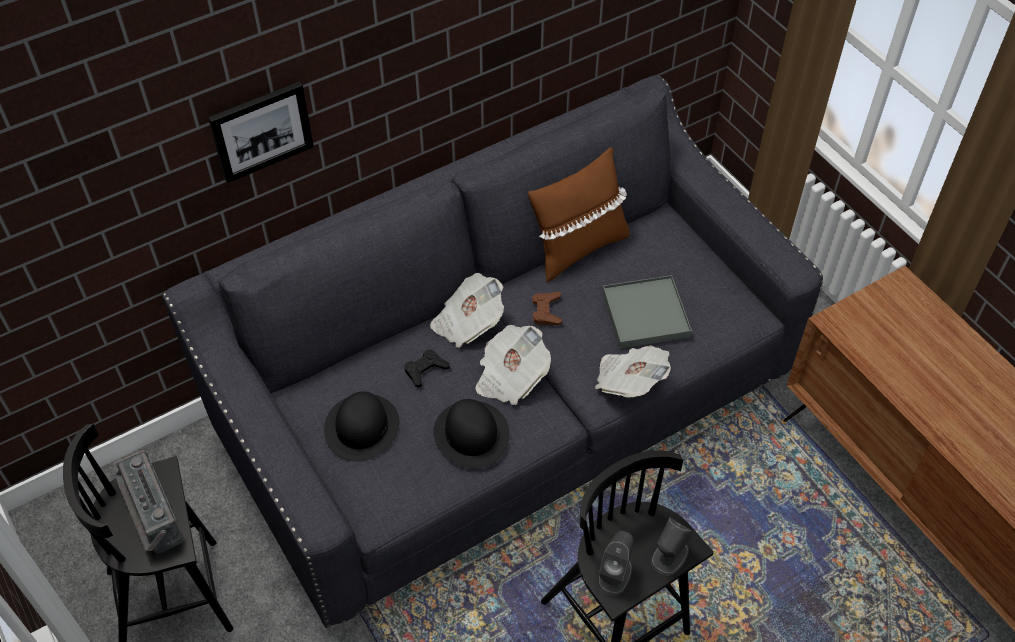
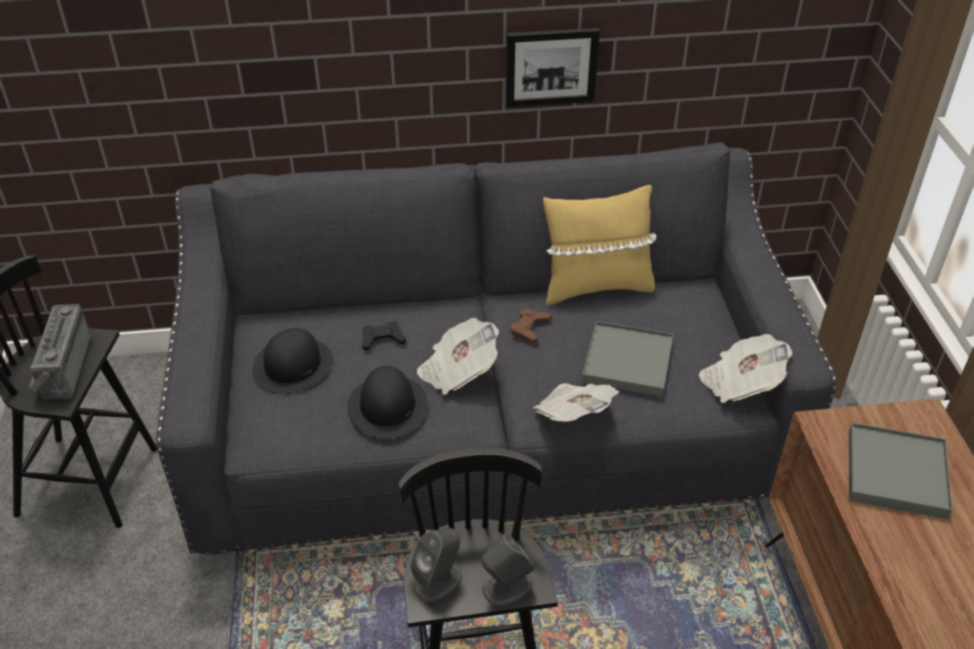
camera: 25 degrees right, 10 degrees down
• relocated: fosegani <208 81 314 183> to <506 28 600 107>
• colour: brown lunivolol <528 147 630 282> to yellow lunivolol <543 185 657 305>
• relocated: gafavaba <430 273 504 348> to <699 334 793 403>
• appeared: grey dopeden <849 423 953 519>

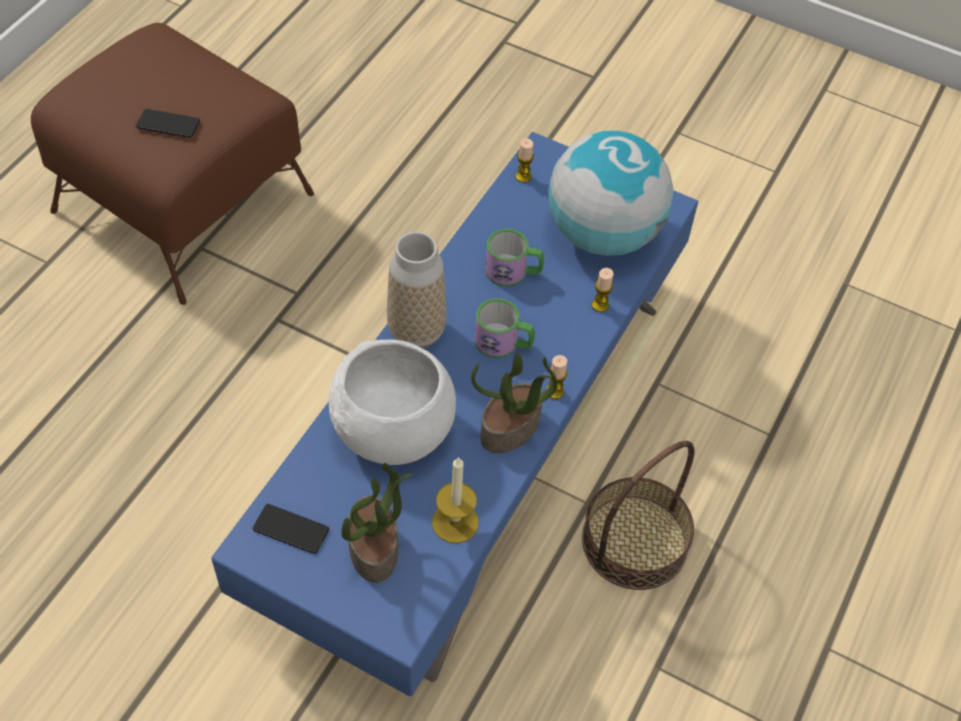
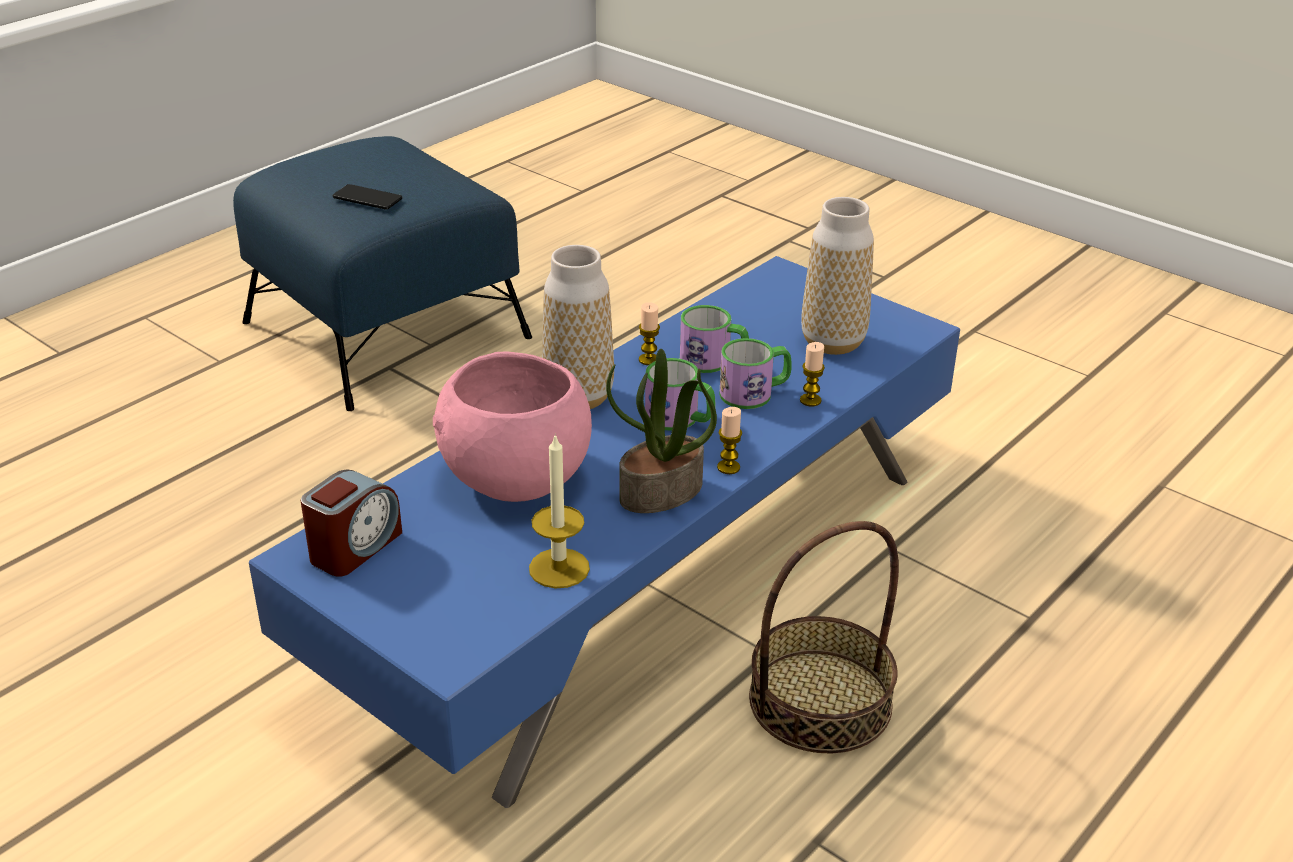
camera: 15 degrees right, 20 degrees down
• colour: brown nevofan <31 23 314 305> to blue nevofan <233 136 532 411>
• exchanged: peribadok <548 130 674 256> to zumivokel <801 197 874 355>
• relocated: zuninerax <516 138 534 183> to <639 302 660 365>
• colour: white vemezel <329 339 456 465> to pink vemezel <433 351 592 502>
• missing: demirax <341 463 412 583>
• exchanged: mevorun <253 504 329 554> to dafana <300 469 402 577>
• appeared: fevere <719 338 792 409>

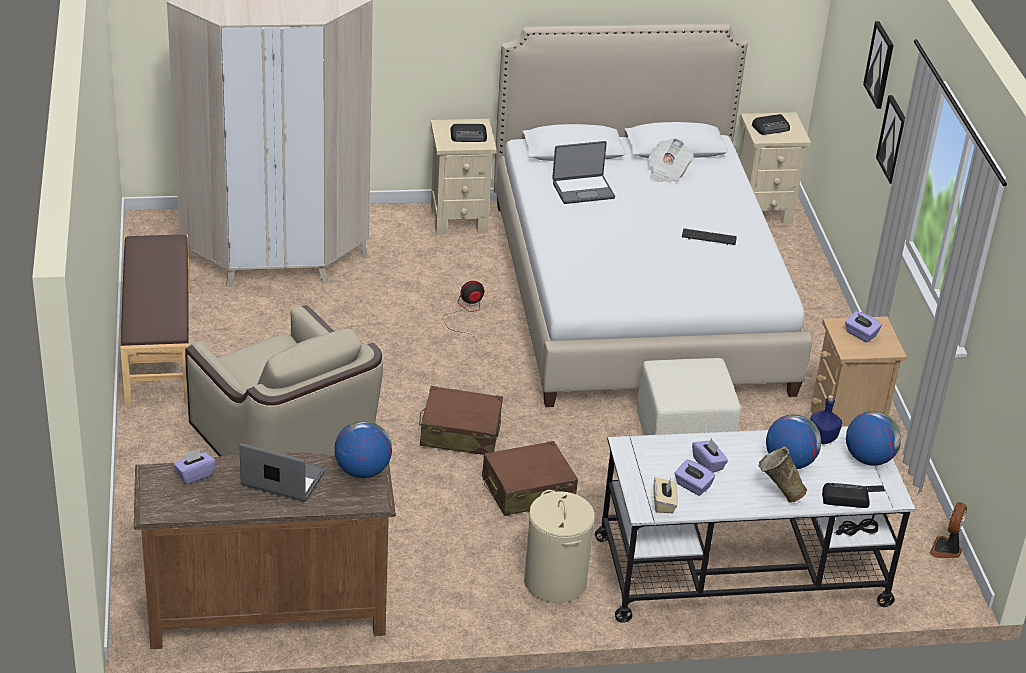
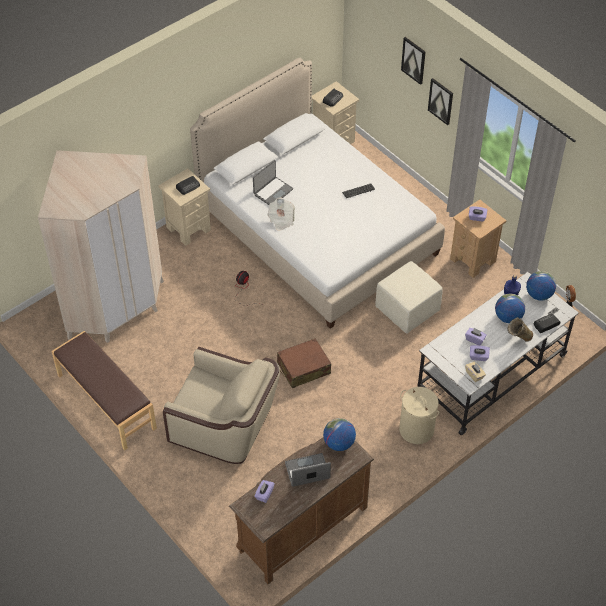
camera: 30 degrees left, 15 degrees up
• relocated: gafavaba <648 138 694 182> to <267 198 295 231>
• missing: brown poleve <482 441 578 516>

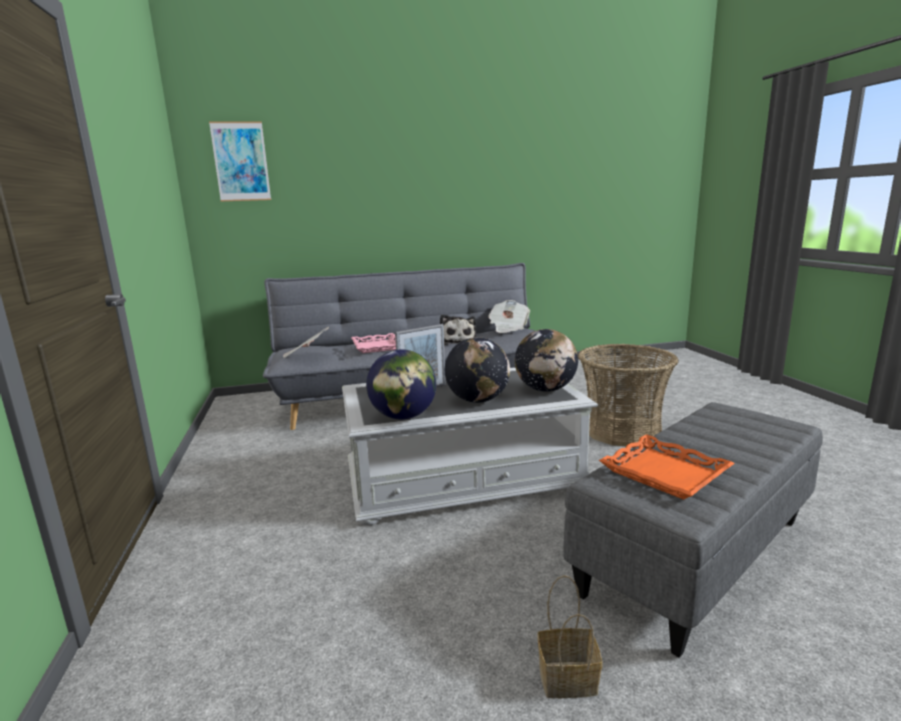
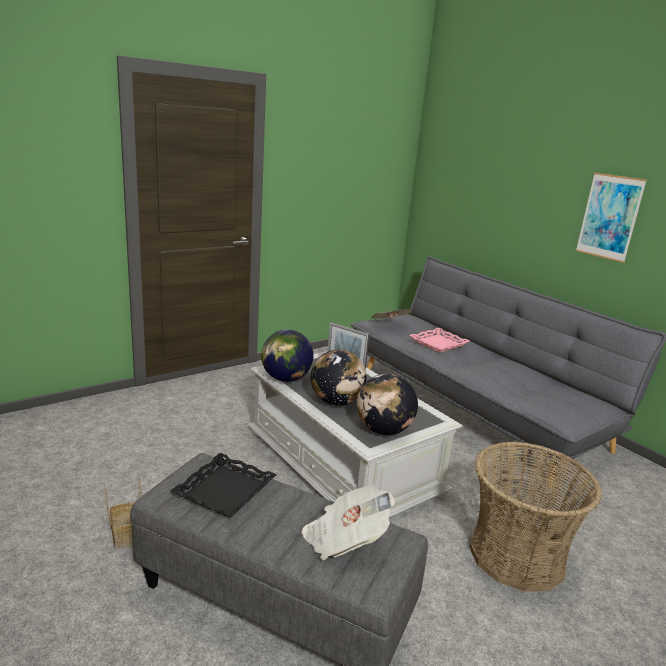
camera: 65 degrees right, 5 degrees up
• relocated: fosegani <209 122 271 202> to <576 173 647 263>
• relocated: gafavaba <488 300 530 333> to <301 485 395 560>
• missing: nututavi <440 314 477 345>
• colour: orange dopeden <599 434 735 500> to black dopeden <170 453 277 518>

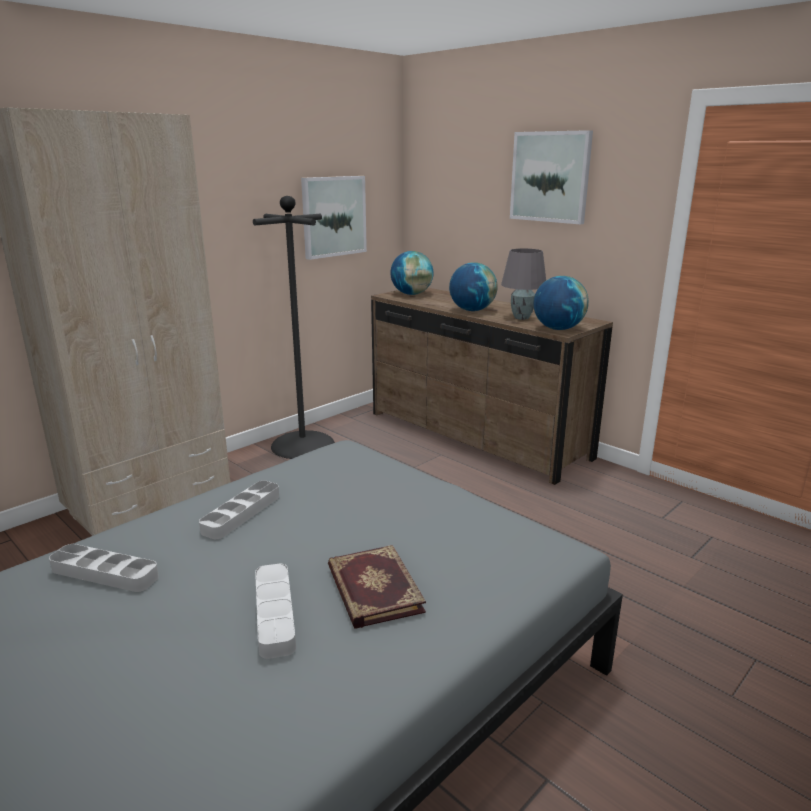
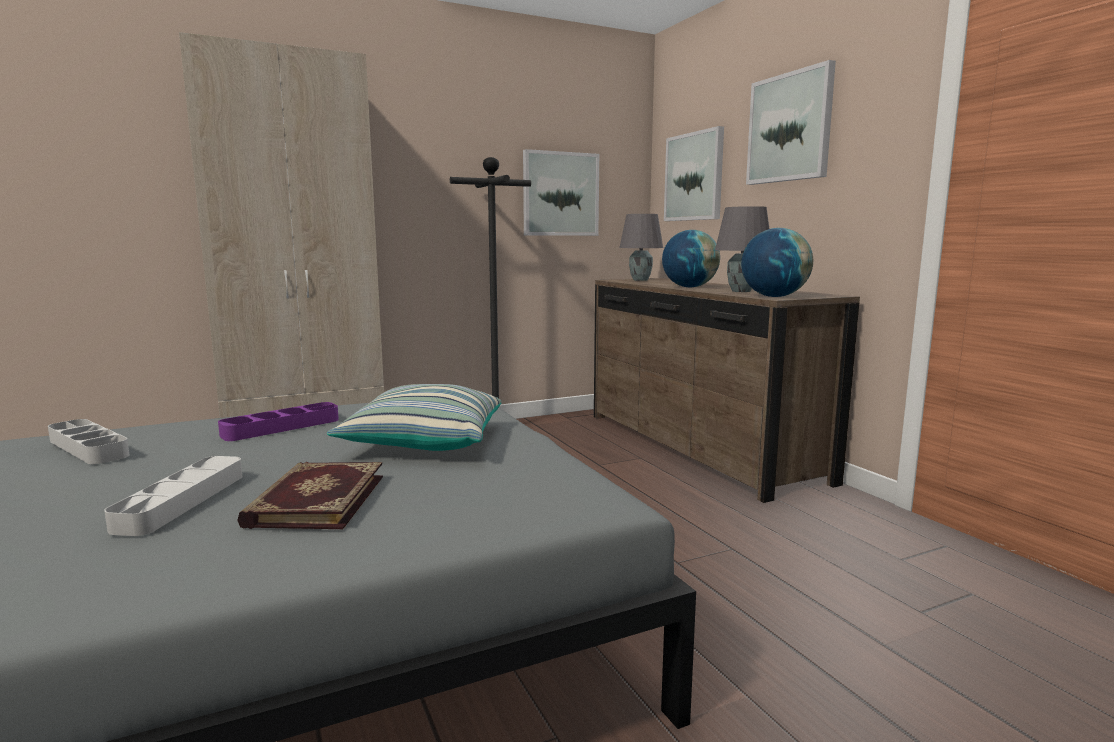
camera: 20 degrees right, 10 degrees down
• exchanged: peribadok <390 251 433 295> to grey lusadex <619 214 663 281>
• colour: grey dopeden <199 481 279 539> to purple dopeden <218 402 339 441>
• appeared: fosegani <664 126 724 221>
• appeared: lunivolol <327 384 501 451>

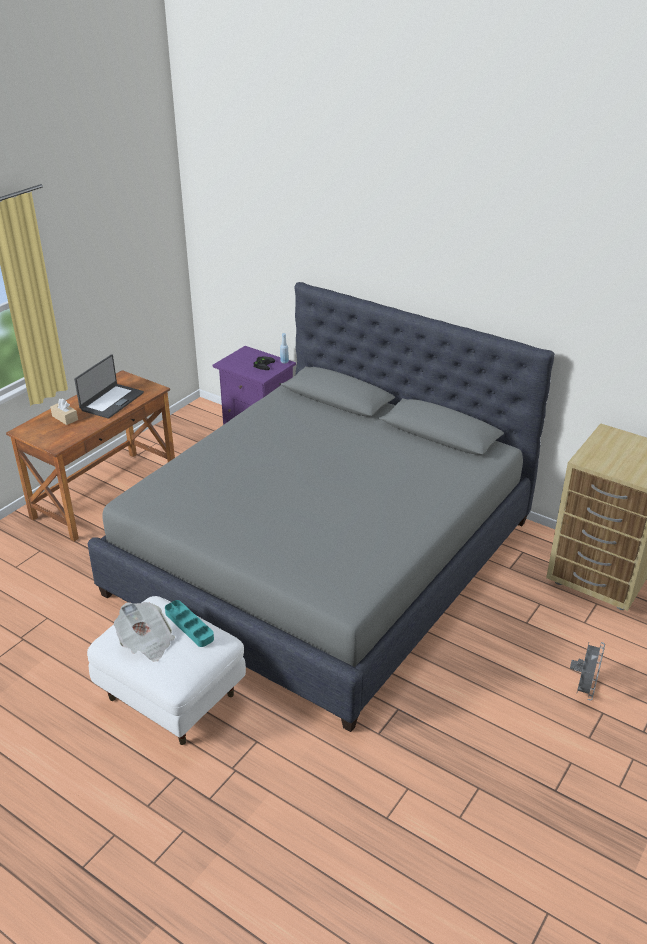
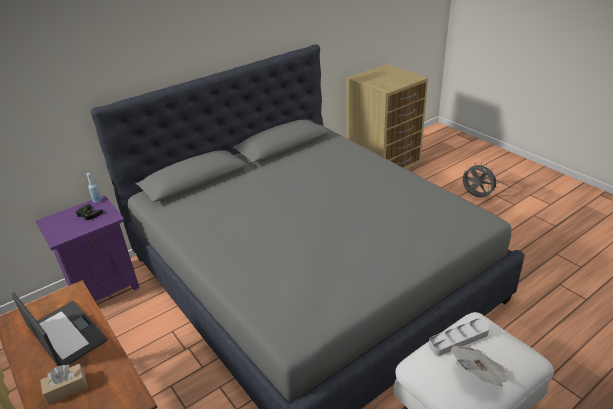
camera: 70 degrees left, 0 degrees up
• colour: turquoise dopeden <165 600 214 647> to grey dopeden <428 319 490 356>

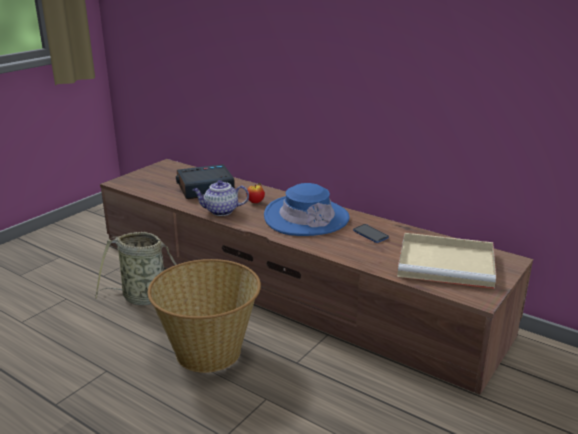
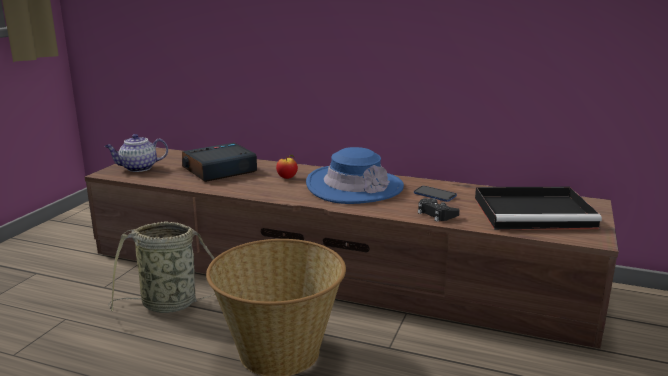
camera: 15 degrees left, 5 degrees down
• relocated: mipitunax <192 180 249 216> to <105 134 168 172>
• colour: beige dopeden <397 233 496 289> to black dopeden <475 187 602 230>
• appeared: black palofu <418 198 459 222>

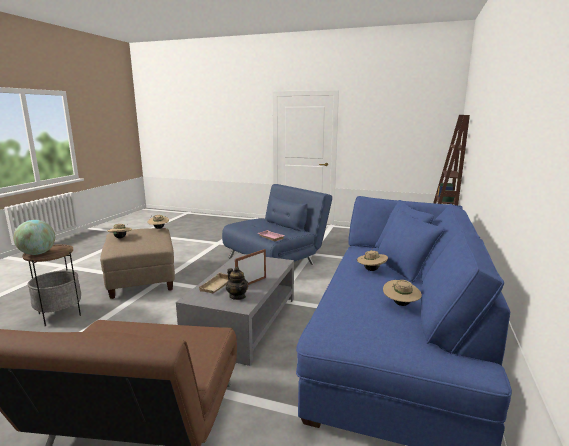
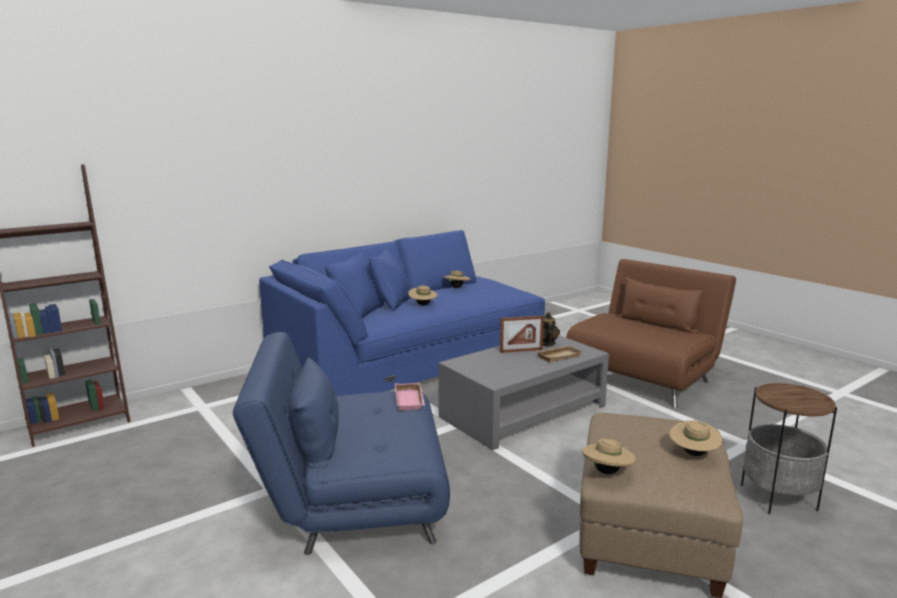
camera: 145 degrees left, 0 degrees up
• missing: peribadok <13 220 55 255>

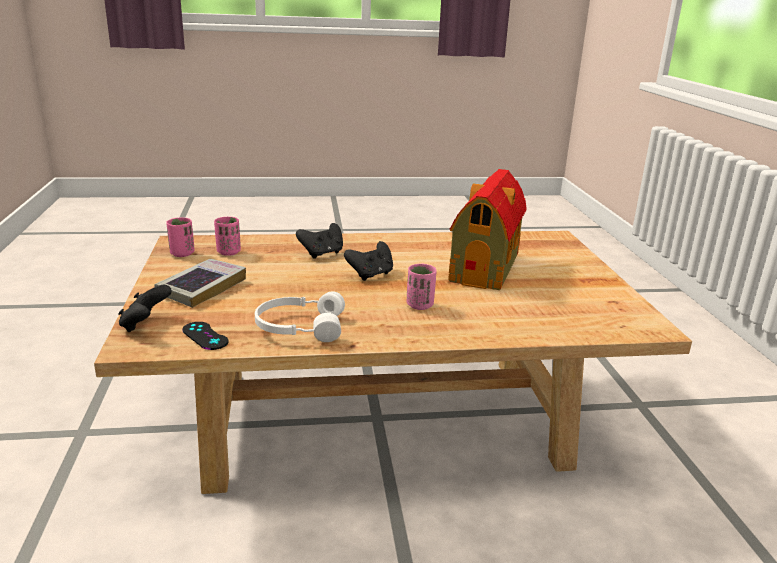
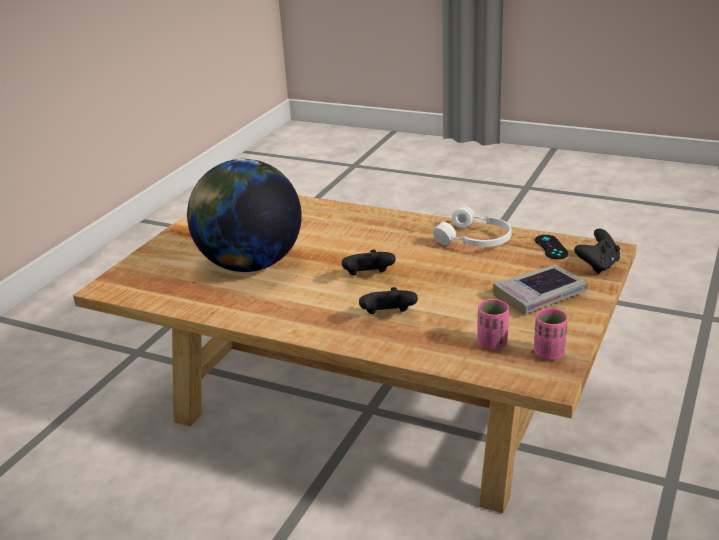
camera: 145 degrees left, 5 degrees up
• exchanged: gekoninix <448 169 527 290> to peribadok <187 159 302 272>
• missing: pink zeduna <407 264 436 310>

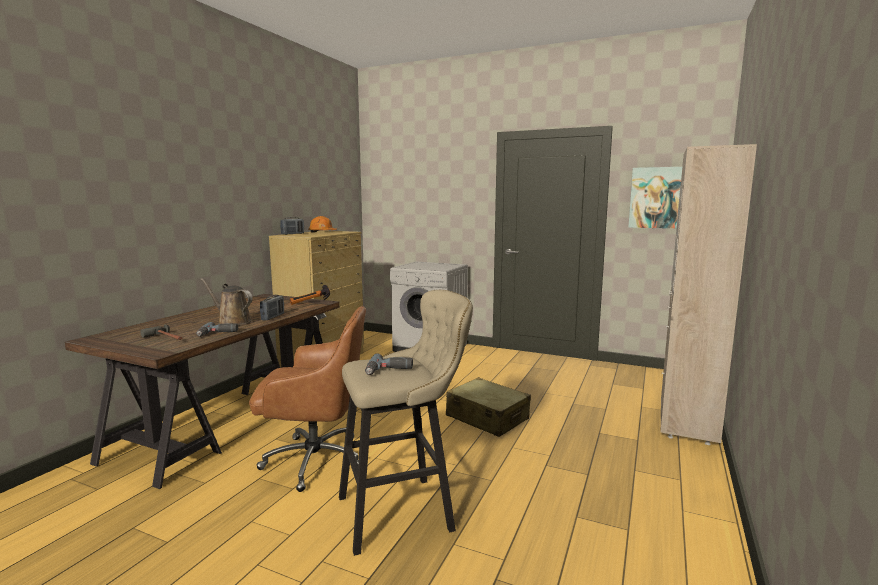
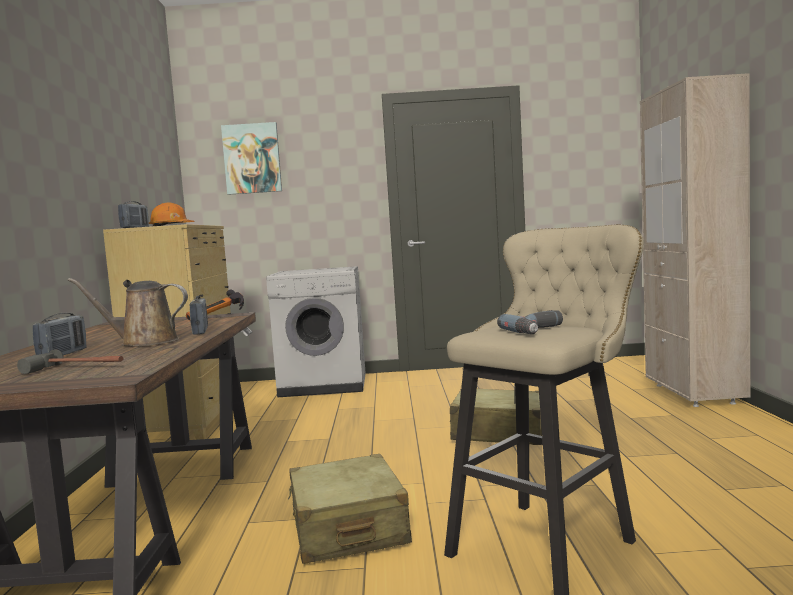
camera: 25 degrees left, 5 degrees down
• relocated: fosegani <628 167 682 229> to <221 122 282 195>
• exchanged: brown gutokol <249 306 366 492> to beige poleve <288 454 412 564>
• missing: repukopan <196 322 238 337>
• appeared: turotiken <32 313 87 355>

